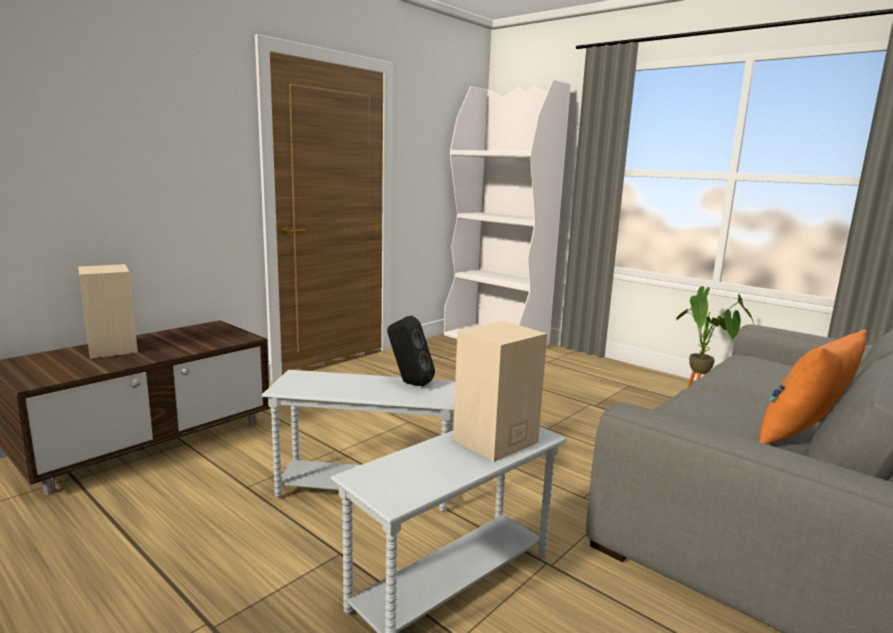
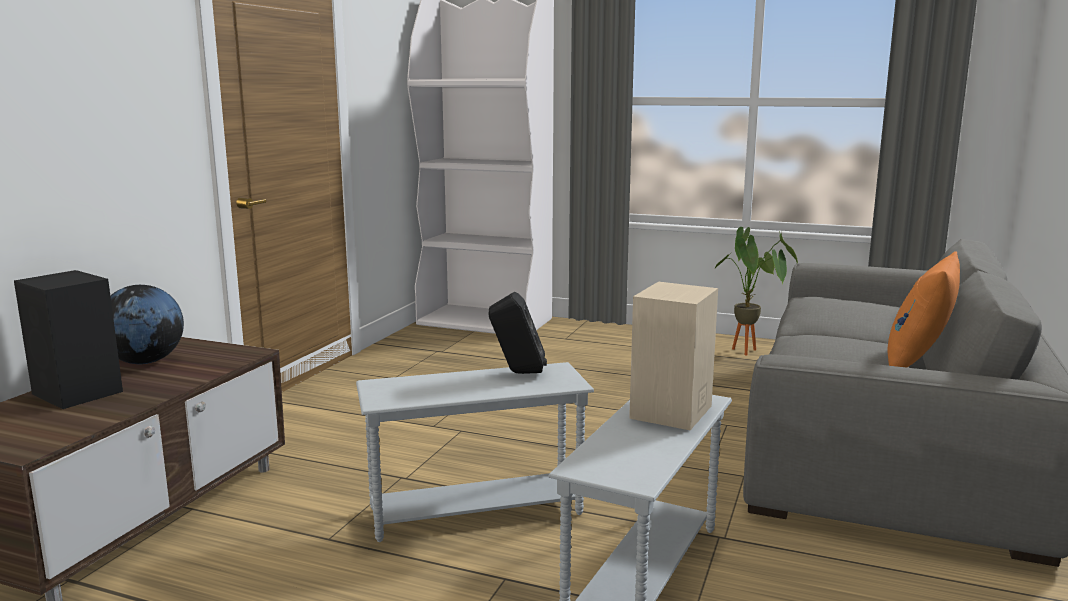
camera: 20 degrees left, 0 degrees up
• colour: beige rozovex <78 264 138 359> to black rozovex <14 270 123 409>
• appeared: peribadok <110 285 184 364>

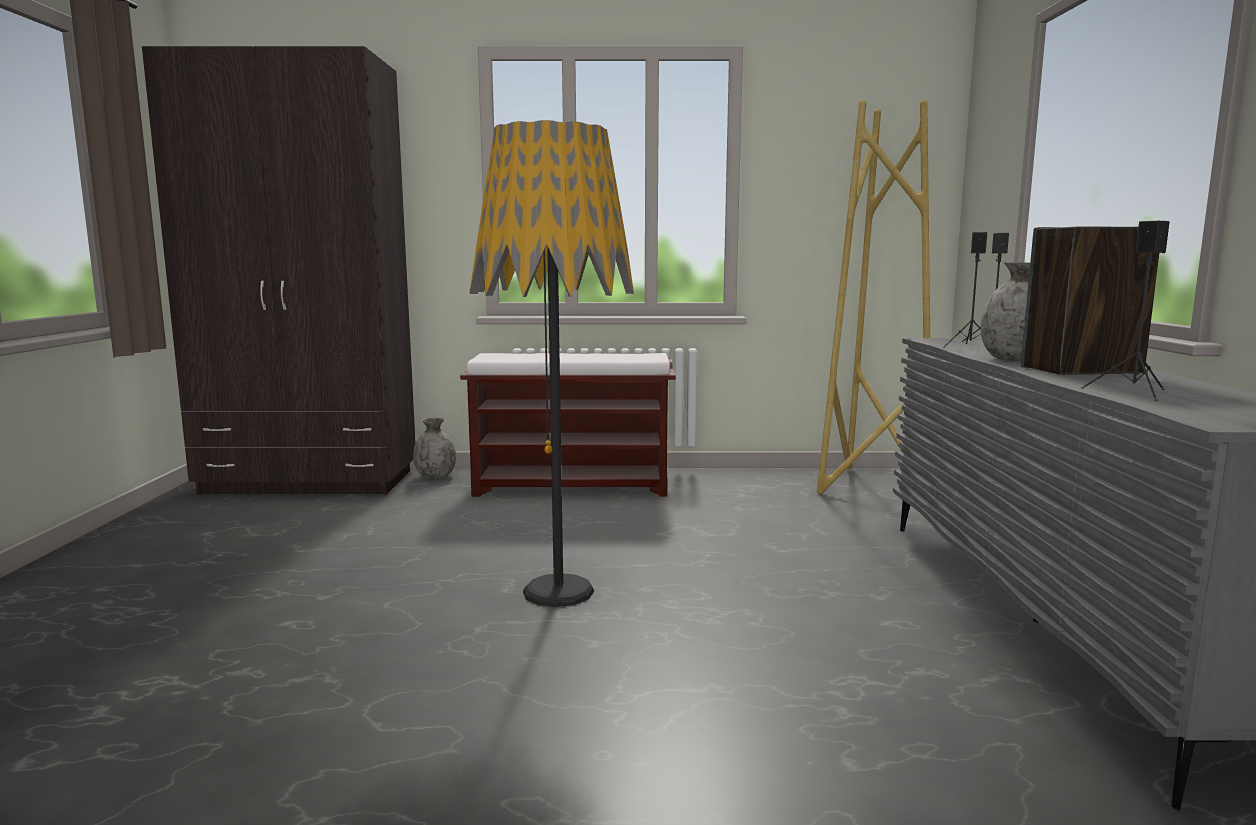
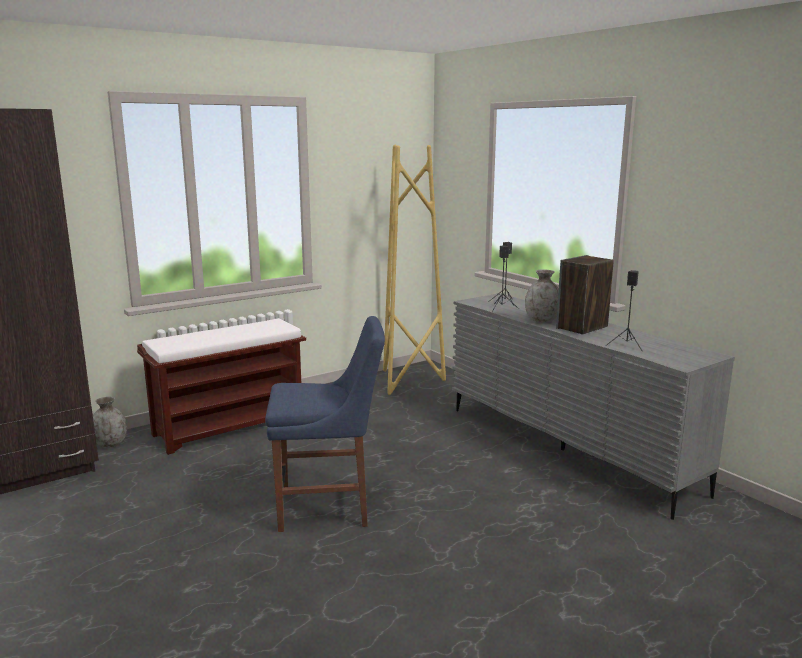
camera: 35 degrees left, 5 degrees up
• exchanged: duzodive <469 120 634 607> to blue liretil <265 316 385 532>

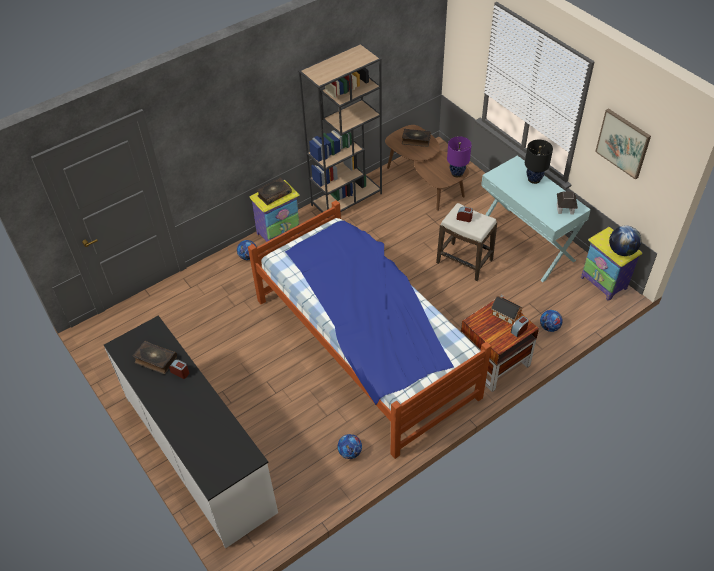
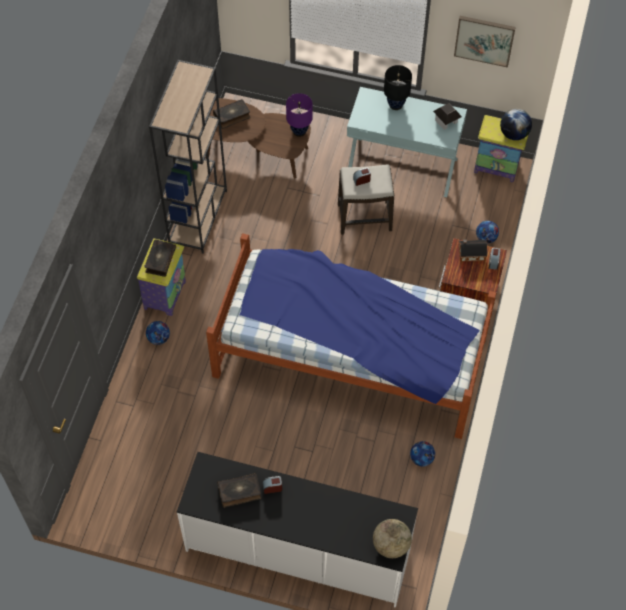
camera: 40 degrees left, 10 degrees up
• appeared: peribadok <373 519 412 558>

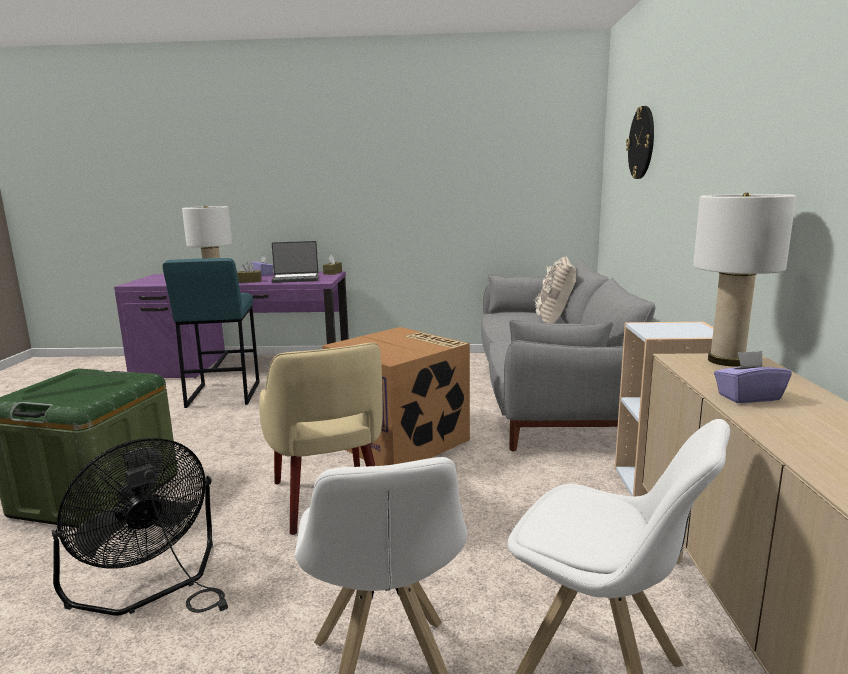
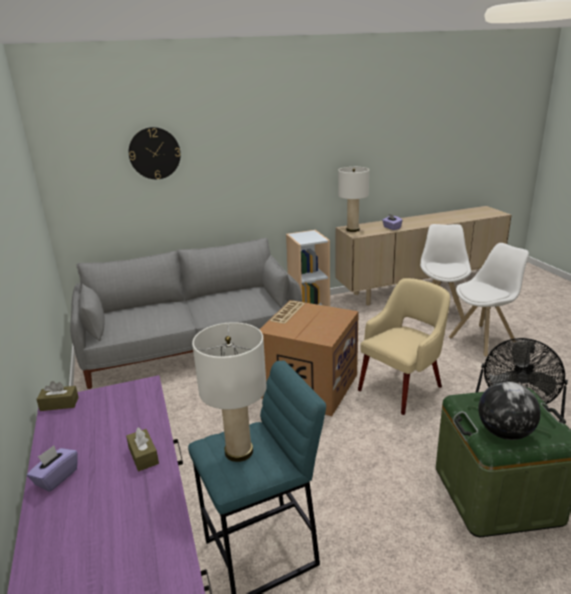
camera: 110 degrees left, 10 degrees up
• missing: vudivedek <271 241 319 283>
• missing: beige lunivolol <534 257 576 324>
• appeared: peribadok <478 382 541 440>

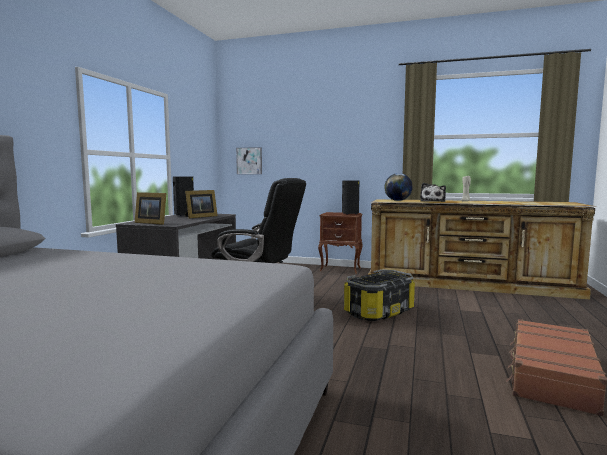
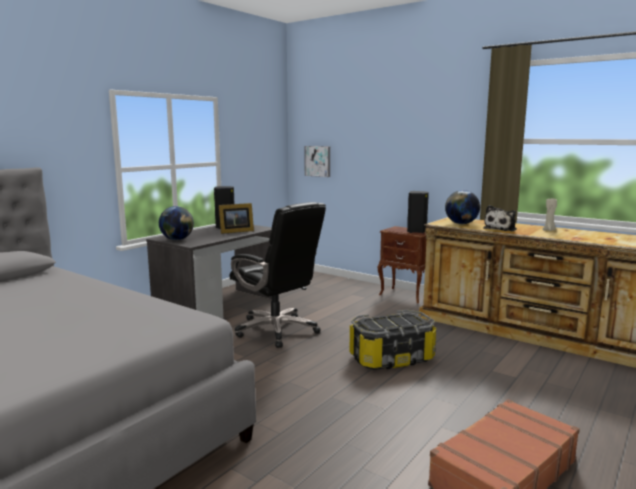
camera: 20 degrees right, 5 degrees up
• exchanged: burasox <135 192 166 225> to peribadok <159 206 194 240>

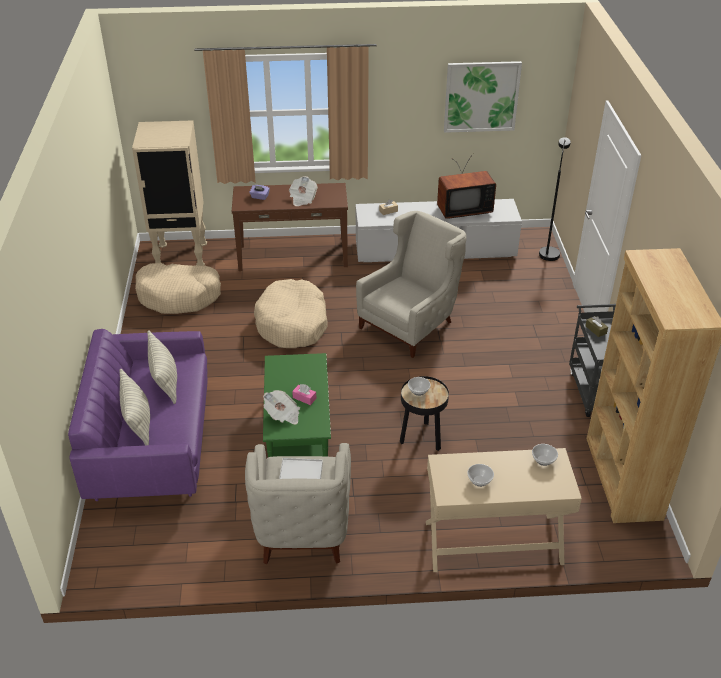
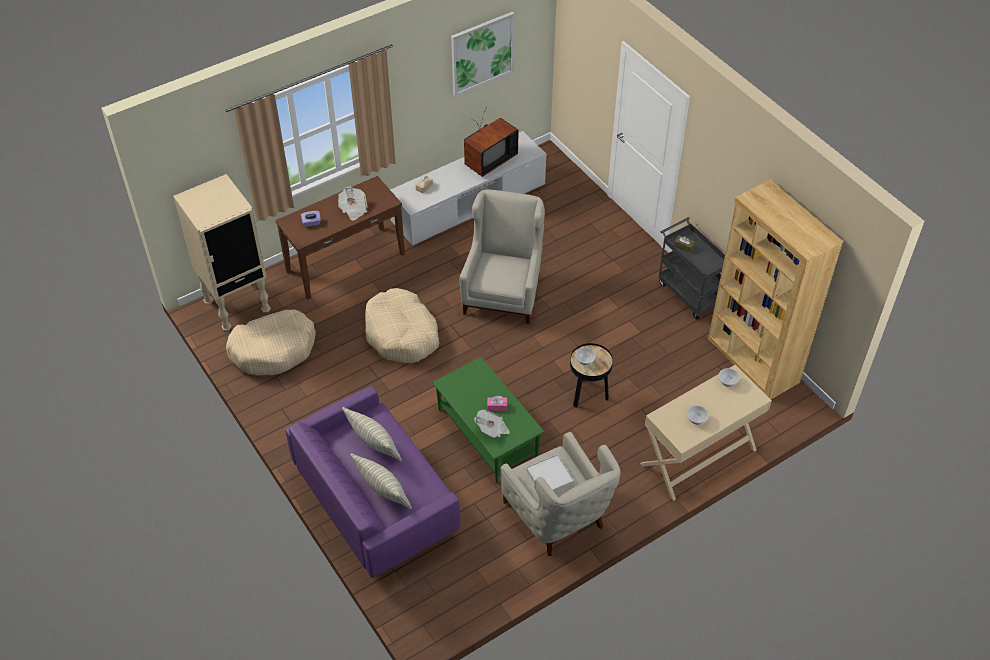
camera: 30 degrees left, 10 degrees up
• missing: black duzodive <539 137 571 261>

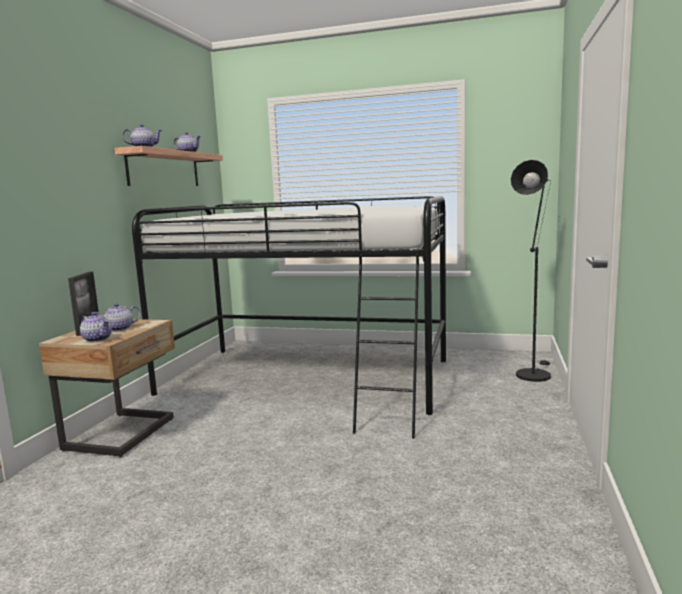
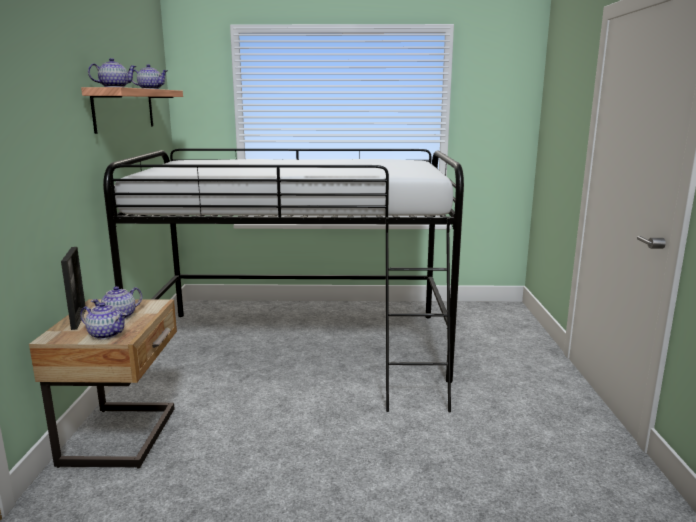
camera: 15 degrees left, 5 degrees up
• missing: black duzodive <511 160 551 382>

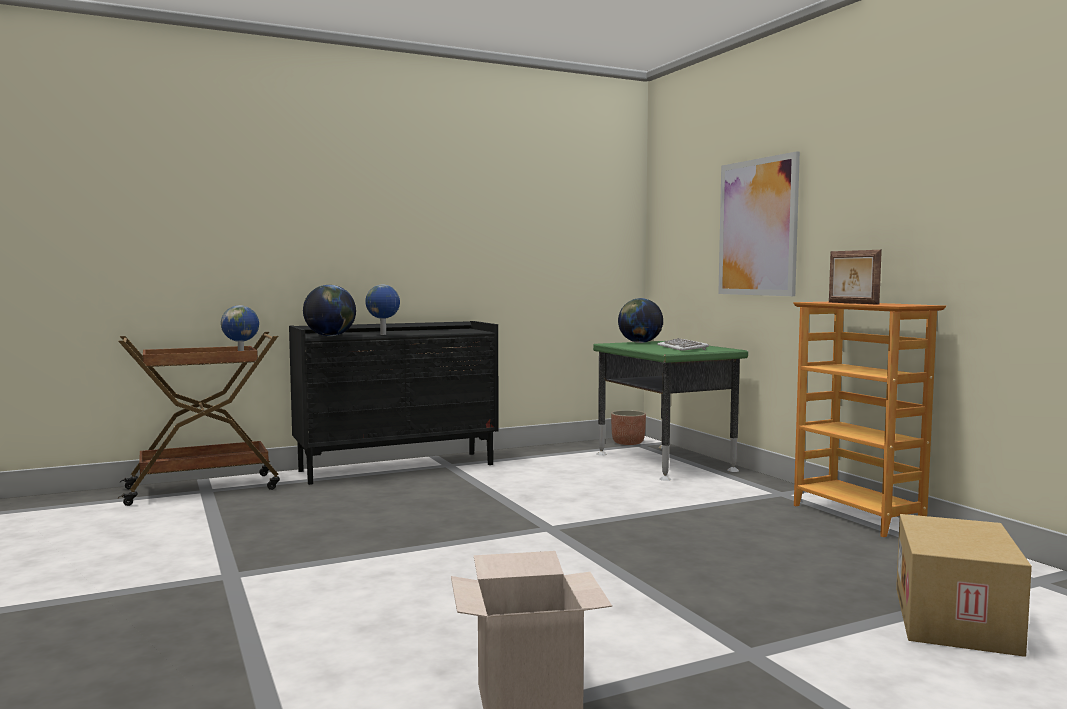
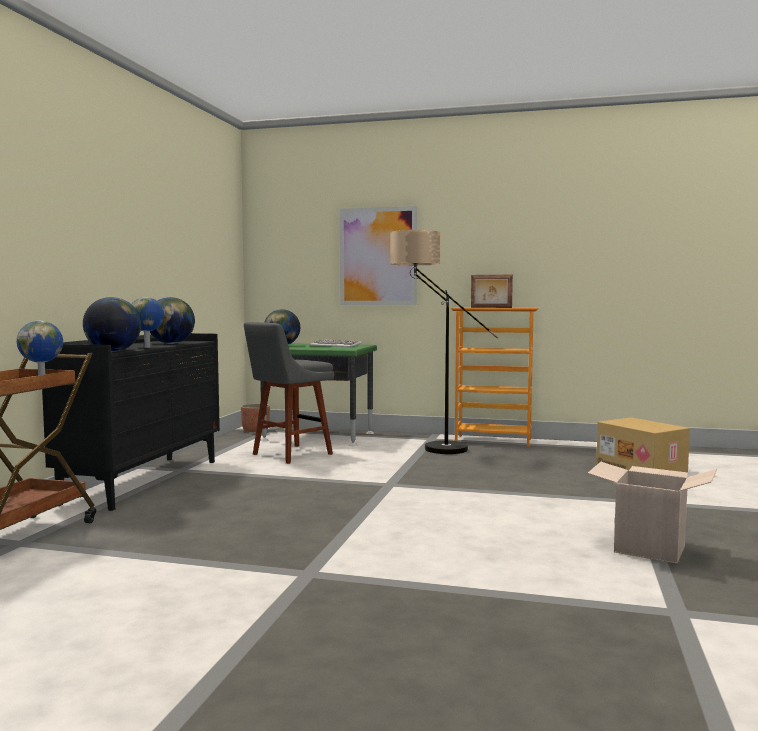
camera: 50 degrees left, 0 degrees up
• appeared: duzodive <390 230 499 454>
• appeared: peribadok <150 297 195 344>
• appeared: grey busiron <244 322 334 464>

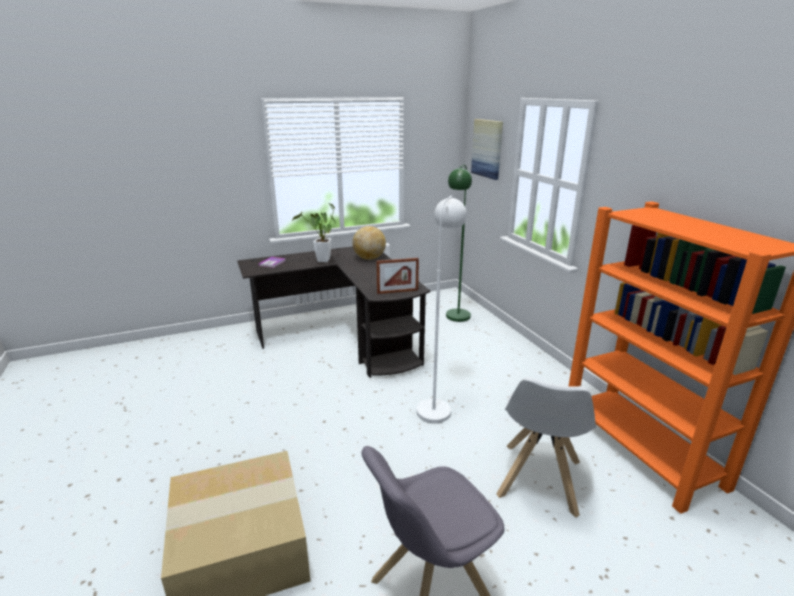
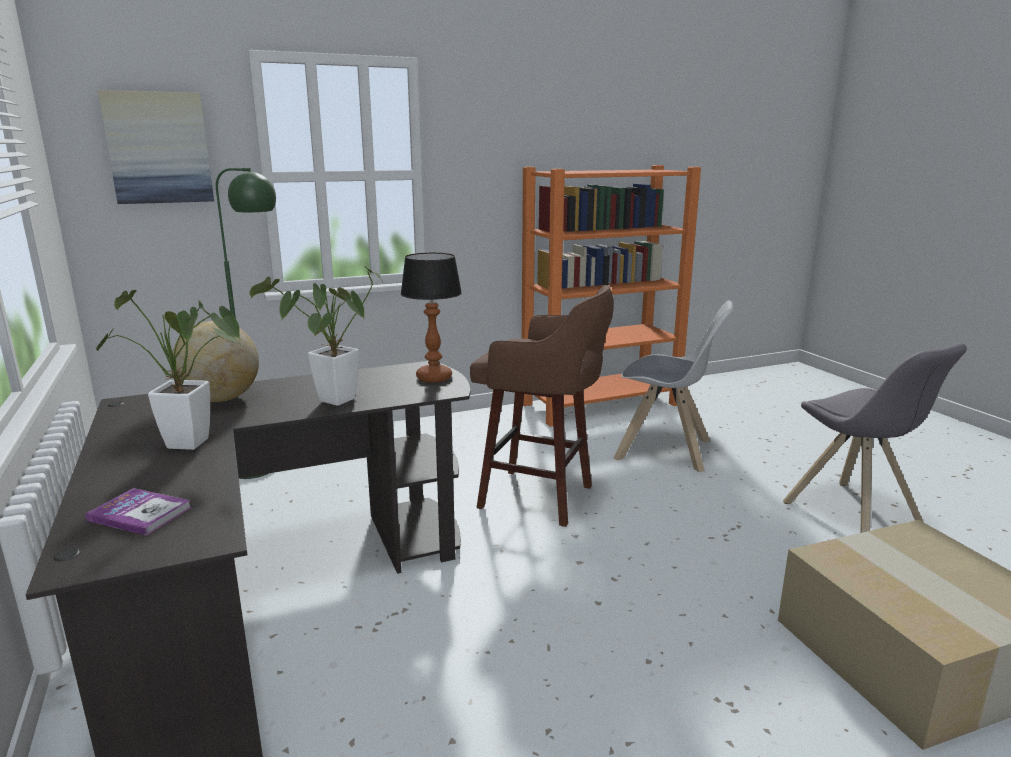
camera: 90 degrees left, 5 degrees down
• exchanged: white duzodive <416 196 467 423> to brown busiron <470 285 614 527>
• exchanged: burasox <376 258 419 294> to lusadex <400 252 462 383>
• appeared: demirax <249 267 383 406>

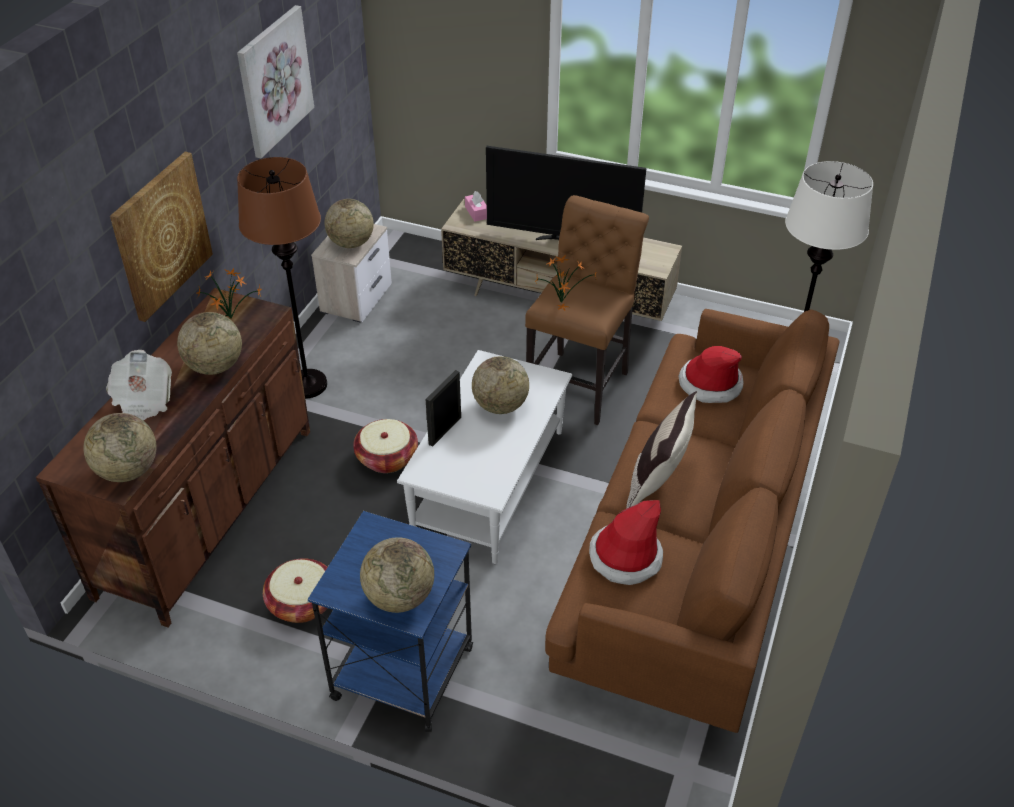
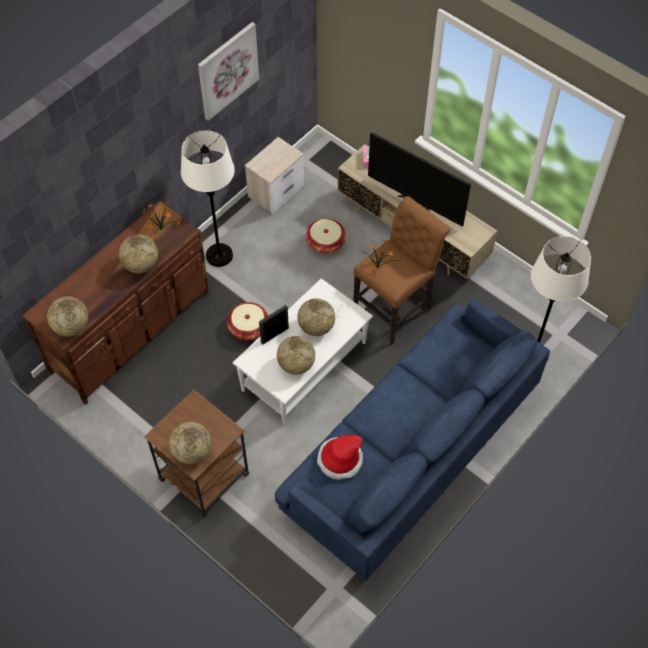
camera: 20 degrees right, 15 degrees up
• missing: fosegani <110 152 213 322>
• colour: brown duzodive <237 157 327 399> to white duzodive <181 130 235 267>
• relocated: peribadok <324 199 374 248> to <277 336 315 375>
• colour: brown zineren <545 309 840 733> to blue zineren <275 298 550 581>
• missing: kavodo <678 346 744 403>
• missing: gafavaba <106 350 172 421>
• missing: lunivolol <626 391 697 508>
• colour: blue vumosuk <307 511 473 732> to brown vumosuk <144 390 249 518>
• relocated: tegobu <263 558 328 623> to <306 218 346 254>

